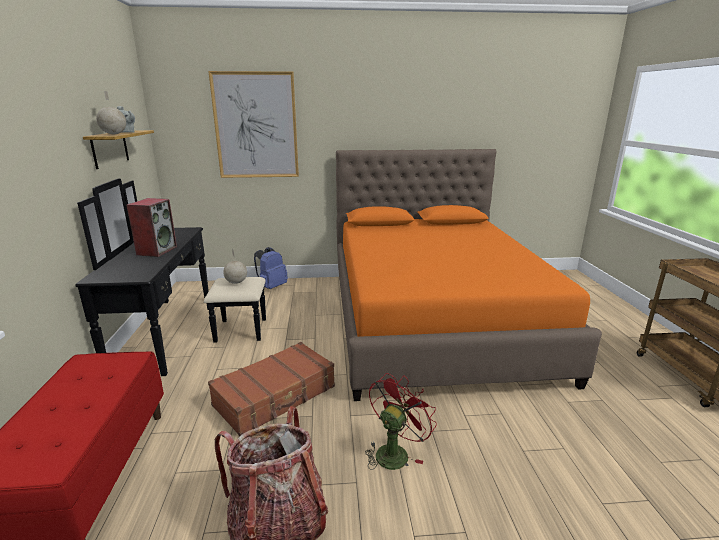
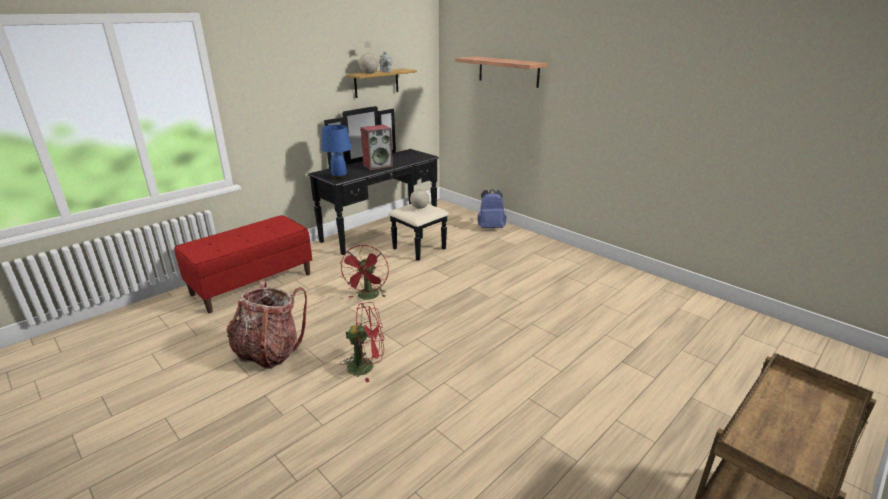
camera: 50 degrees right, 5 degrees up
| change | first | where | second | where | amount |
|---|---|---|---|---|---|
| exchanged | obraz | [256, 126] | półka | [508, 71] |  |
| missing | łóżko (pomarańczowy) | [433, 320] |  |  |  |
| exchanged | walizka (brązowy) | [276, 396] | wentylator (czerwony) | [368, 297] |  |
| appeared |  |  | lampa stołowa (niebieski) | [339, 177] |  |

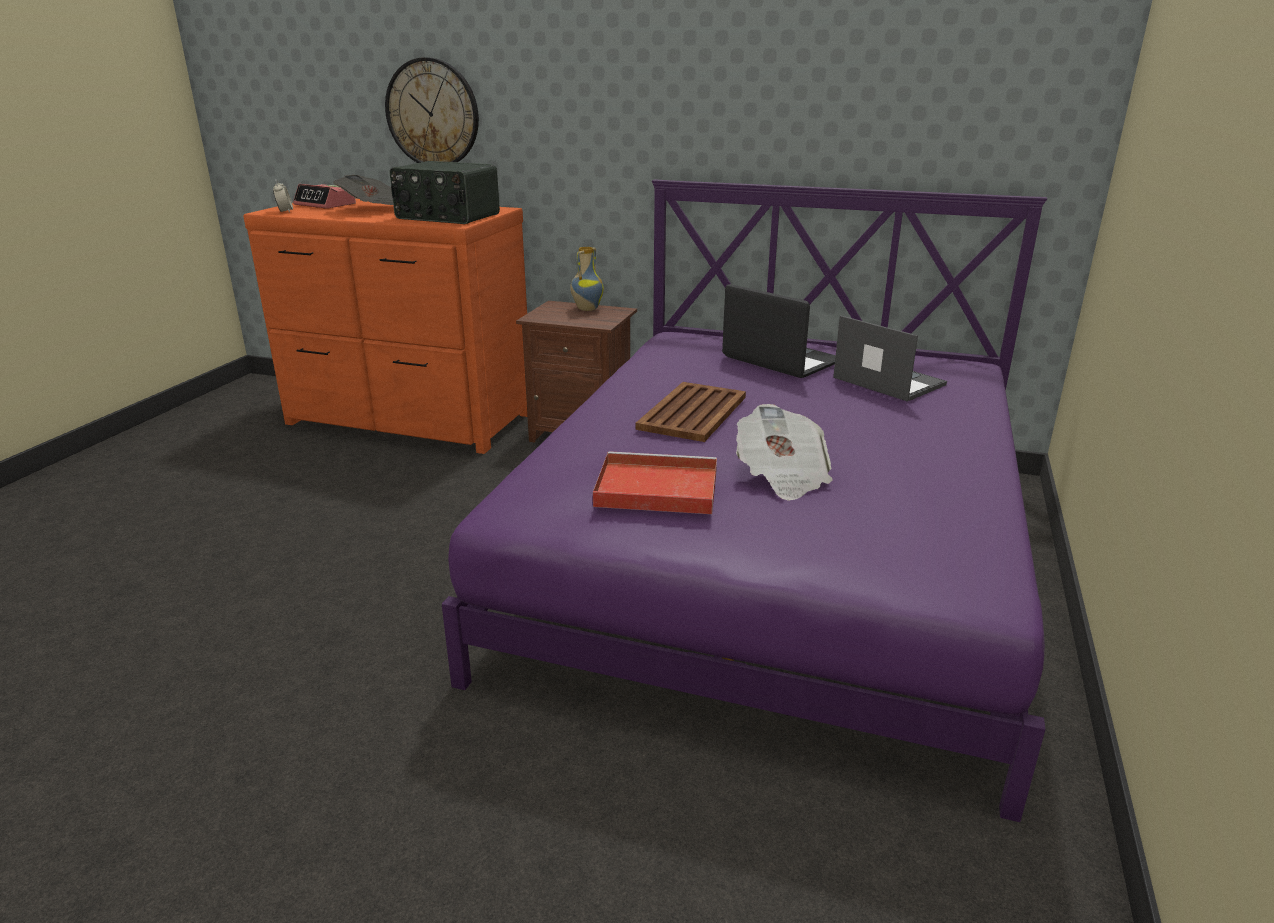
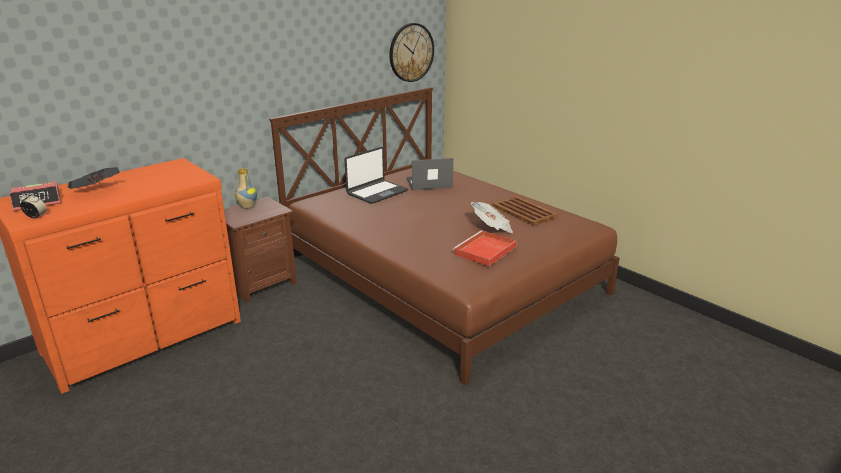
camera: 60 degrees left, 0 degrees up
| change | first | where | second | where | amount |
|---|---|---|---|---|---|
| relocated | zegar ścienny | [432, 113] |  | [411, 52] |  |
| missing | radio | [447, 217] |  |  |  |
| colour | łóżko (fioletowy) | [772, 557] | łóżko (brązowy) | [442, 278] |  |
| spun | laptop | [780, 360] |  | [376, 192] | 150 degrees clockwise |
| relocated | taca (brązowy) | [693, 412] |  | [524, 211] |  |

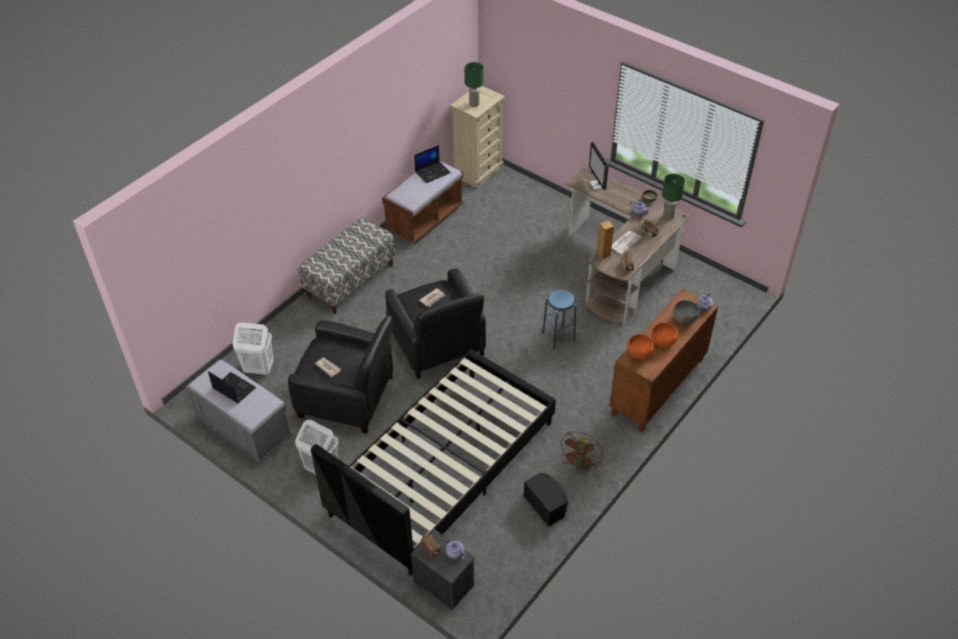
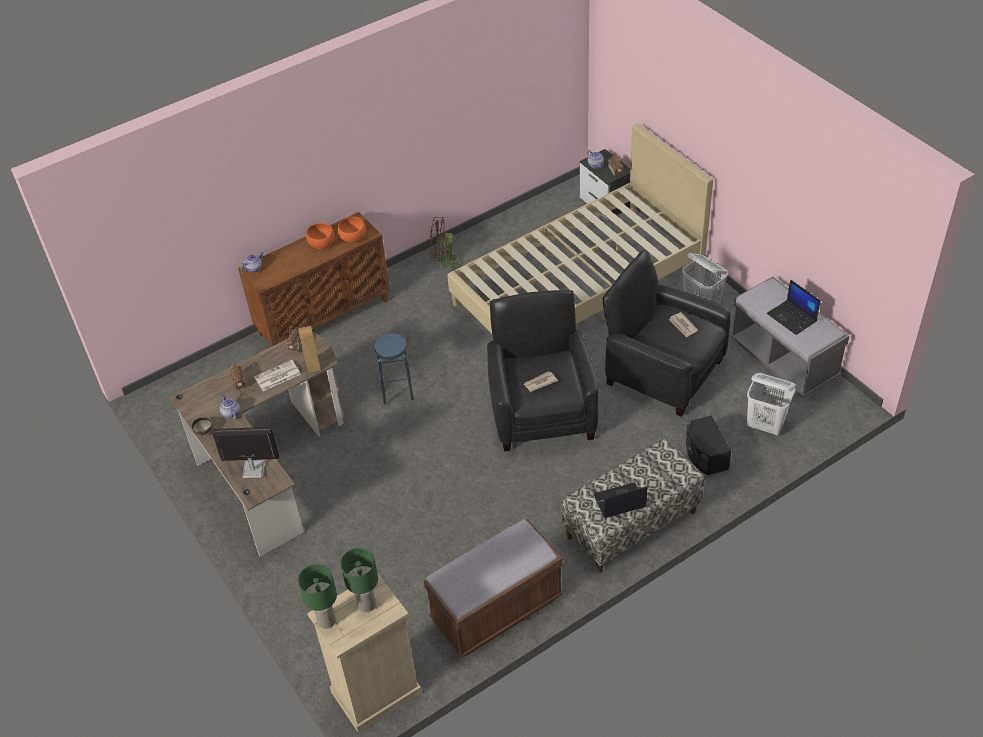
camera: 160 degrees left, 0 degrees up
| change | first | where | second | where | amount |
|---|---|---|---|---|---|
| spun | monitor | [598, 185] |  | [253, 470] | 90 degrees counterclockwise |
| relocated | laptop | [432, 172] |  | [619, 501] |  |
| relocated | lampa stołowa (zielony) | [668, 216] |  | [327, 621] |  |
| missing | miska (szary) | [684, 319] |  |  |  |
| colour | łóżko (czarny) | [443, 468] | łóżko (beżowy) | [578, 285] |  |
| spun | wentylator (brązowy) | [580, 467] |  | [445, 263] | 135 degrees counterclockwise |
| relocated | głośnik (czarny) | [546, 505] |  | [704, 455] |  |

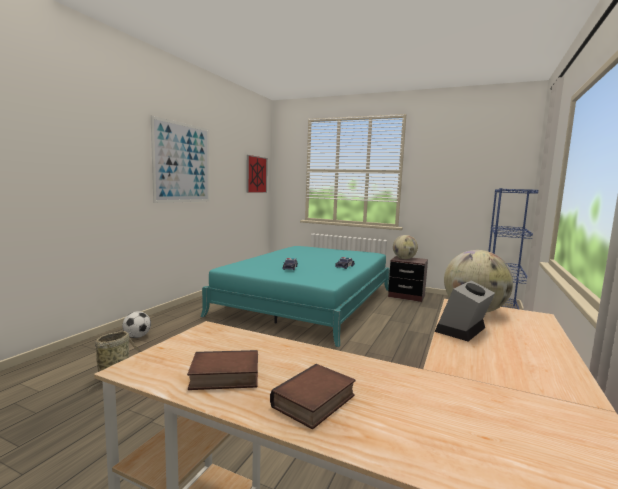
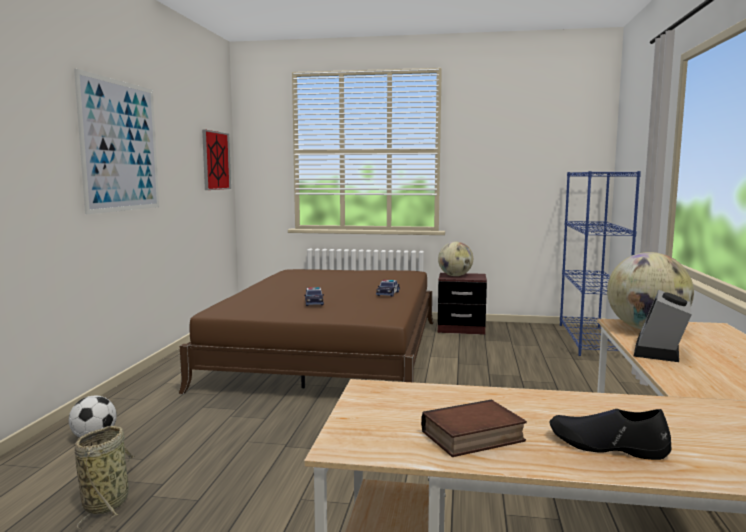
camera: 15 degrees left, 0 degrees up
| change | first | where | second | where | amount |
|---|---|---|---|---|---|
| colour | łóżko (turkusowy) | [308, 301] | łóżko (brązowy) | [330, 352] |  |
| exchanged | książka | [315, 402] | but (czarny) | [607, 445] |  |

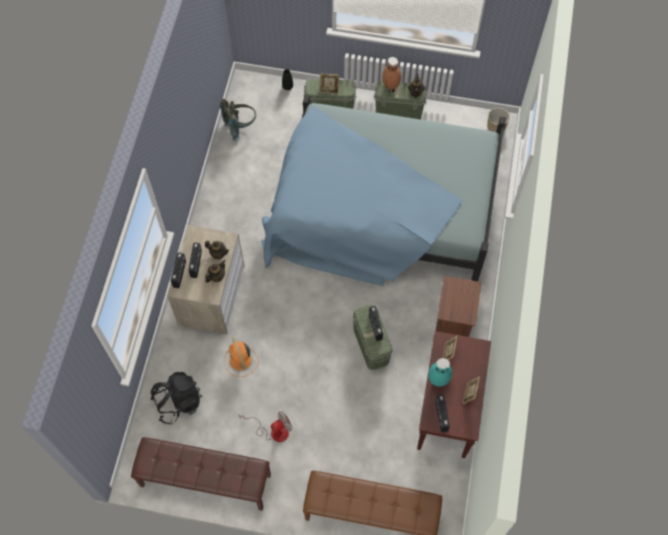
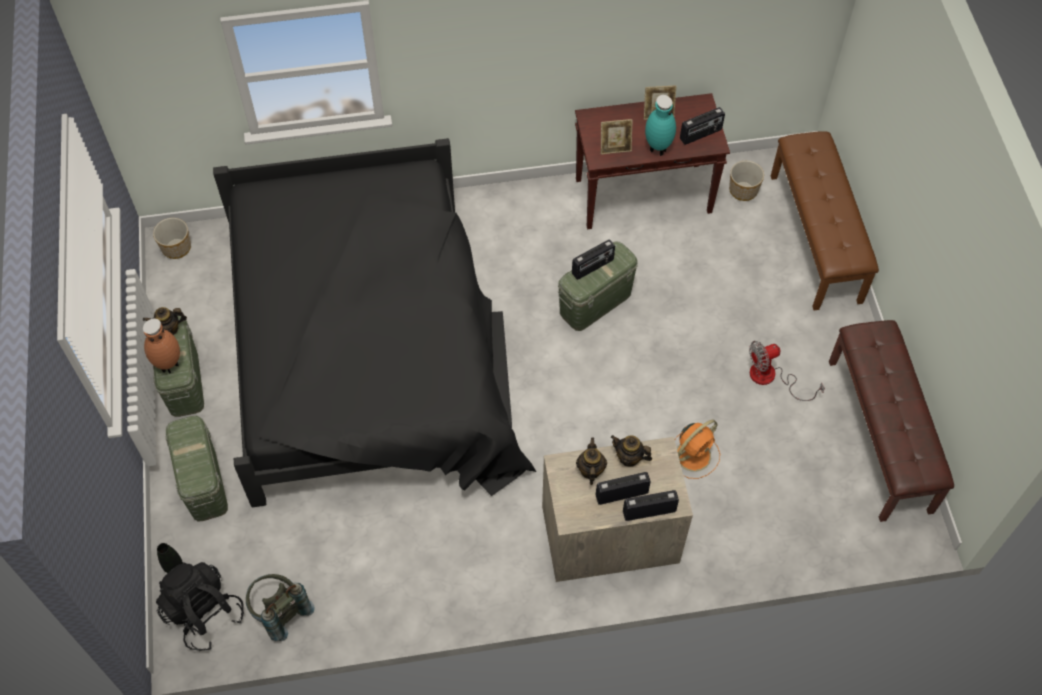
camera: 110 degrees left, 5 degrees down
| change | first | where | second | where | amount |
|---|---|---|---|---|---|
| missing | ramka na zdjęcie | [329, 90] |  |  |  |
| colour | łóżko (niebieski) | [380, 208] | łóżko (czarny) | [372, 354] |  |
| missing | szafka nocna (brązowy) | [453, 324] |  |  |  |
| relocated | plecak (czarny) | [178, 402] |  | [204, 613] |  |
| spun | wentylator | [273, 431] |  | [771, 378] | 60 degrees counterclockwise |
| appeared |  |  | donica | [742, 190] |  |

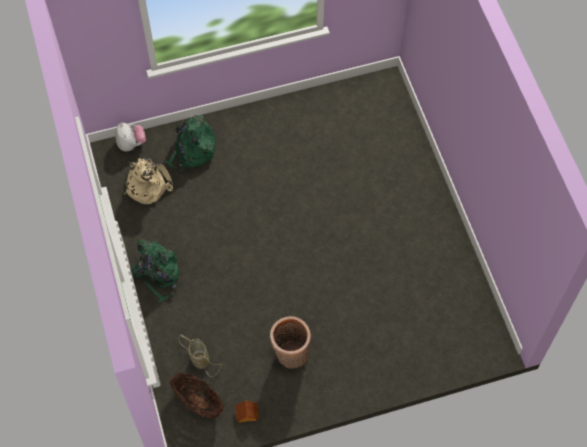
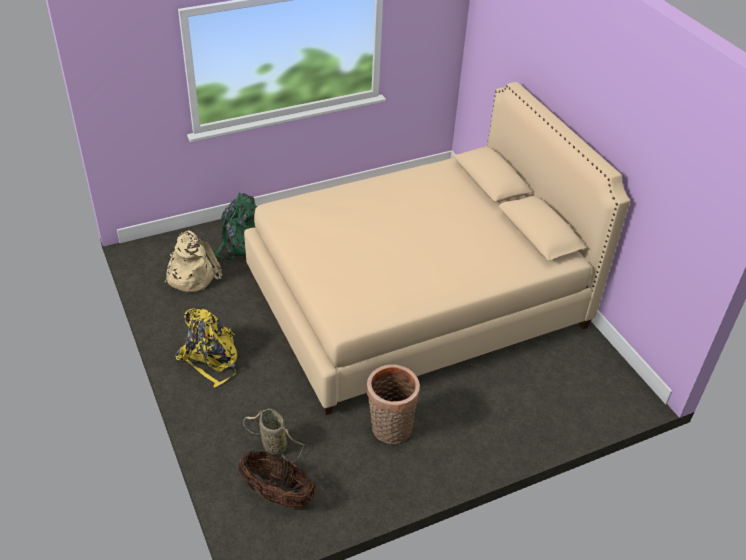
camera: 10 degrees left, 20 degrees down
| change | first | where | second | where | amount |
|---|---|---|---|---|---|
| missing | pluszak | [131, 144] |  |  |  |
| colour | plecak (zielony) | [158, 274] | plecak (żółty) | [211, 359] |  |
| missing | domek | [247, 414] |  |  |  |
| appeared |  |  | łóżko (beżowy) | [416, 300] |  |

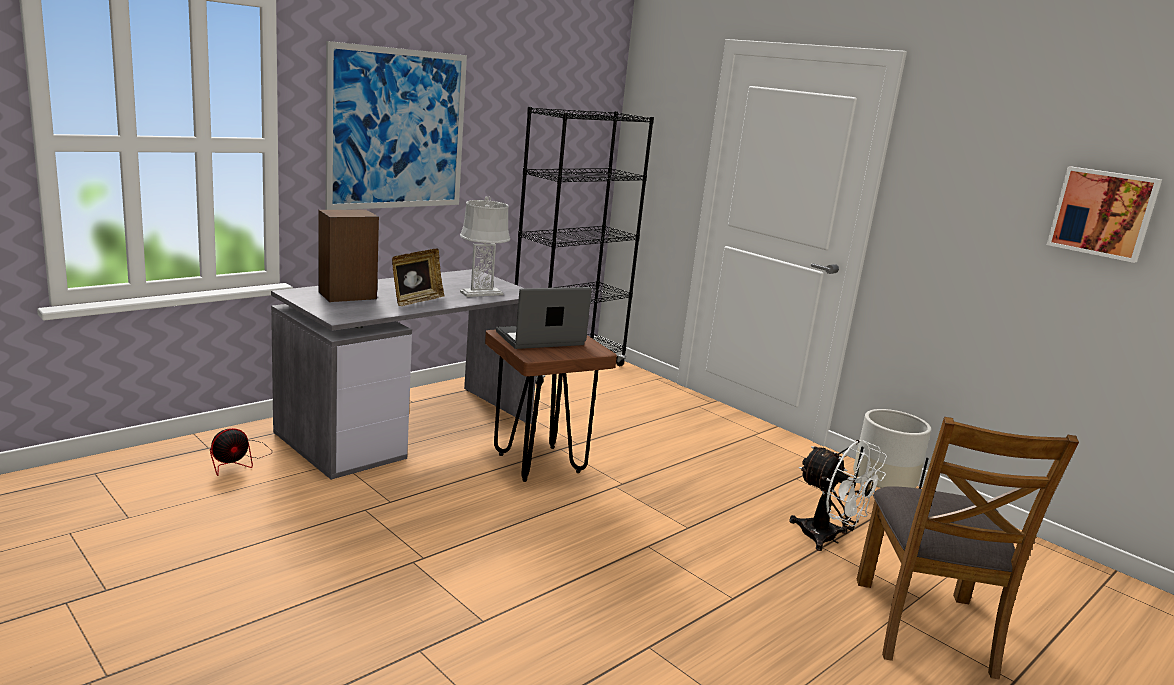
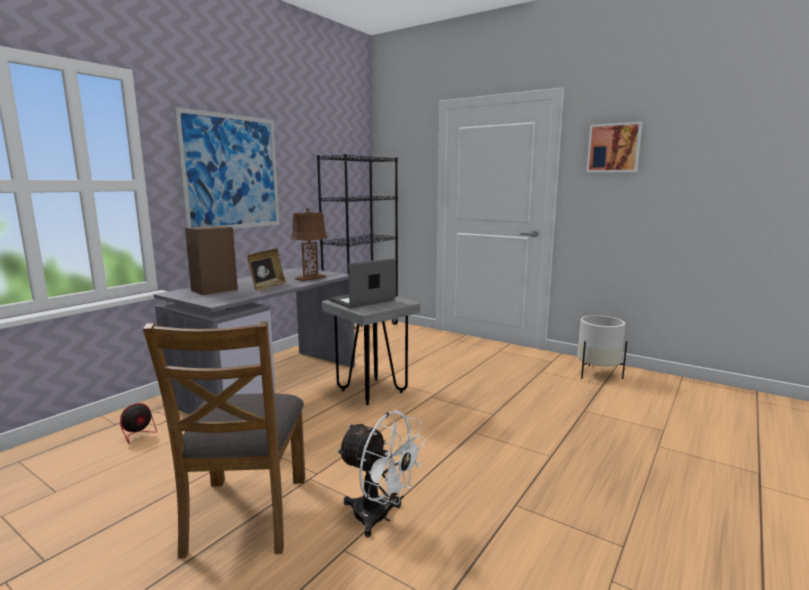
camera: 10 degrees left, 5 degrees down
| change | first | where | second | where | amount |
|---|---|---|---|---|---|
| relocated | obraz | [1103, 213] |  | [614, 148] |  |
| colour | lampa stołowa (szary) | [481, 293] | lampa stołowa (brązowy) | [310, 278] |  |
| colour | stołek (brązowy) | [538, 463] | stołek (szary) | [372, 391] |  |
| relocated | krzesło (brązowy) | [925, 627] |  | [246, 514] |  |
| relocated | wentylator (biały) | [827, 539] |  | [380, 517] |  |

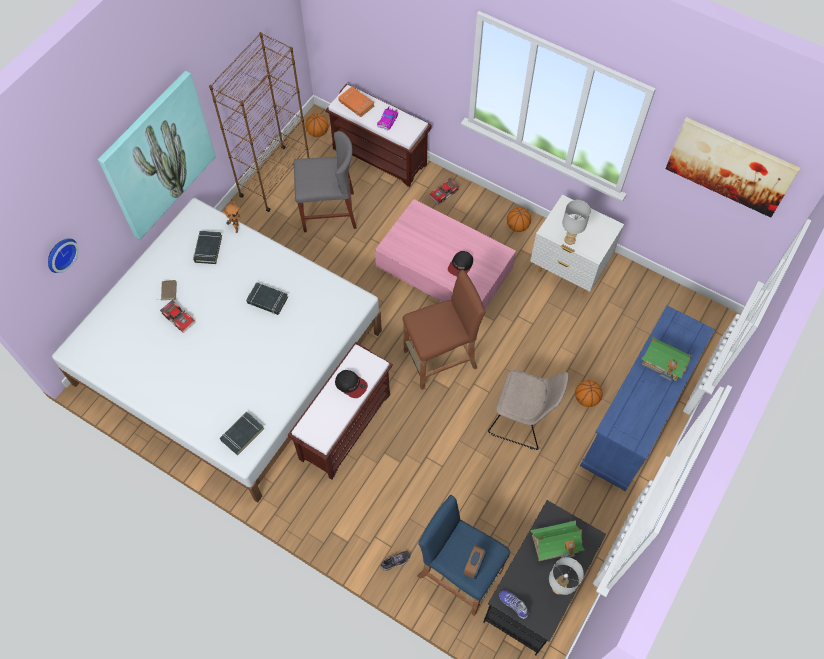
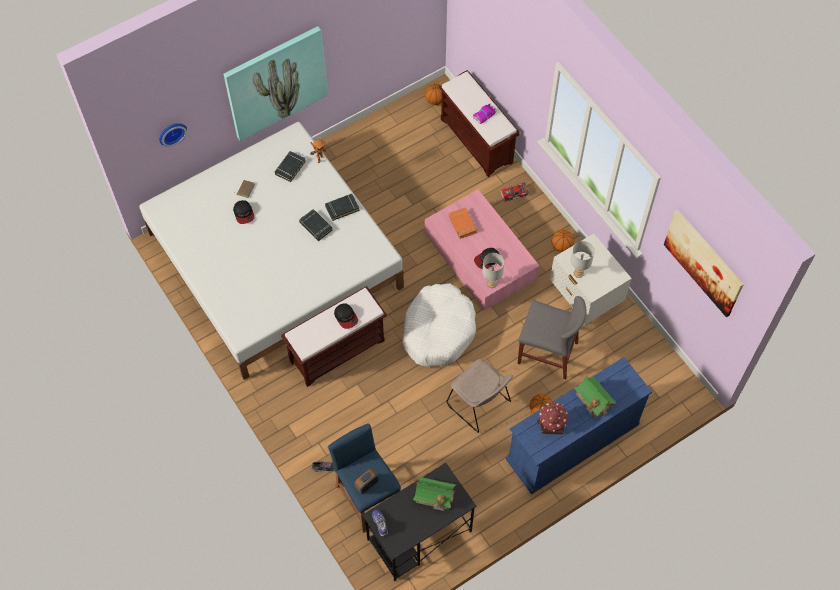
camera: 25 degrees right, 0 degrees up
| change | first | where | second | where | amount |
|---|---|---|---|---|---|
| missing | regał (brązowy) | [275, 179] |  |  |  |
| relocated | książka (pomarańczowy) | [356, 104] |  | [462, 224] |  |
| relocated | krzesło (szary) | [328, 212] |  | [547, 353] |  |
| exchanged | stołek (brązowy) | [440, 360] | legowisko (biały) | [438, 330] |  |
| exchanged | samochodzik | [179, 318] | czapka z daszkiem | [244, 213] |  |
| relocated | książka (czarny) | [242, 434] |  | [342, 208] |  |
| relocated | lampa stołowa (szary) | [559, 588] |  | [491, 284] |  |
| appeared |  |  | domek | [552, 423] |  |

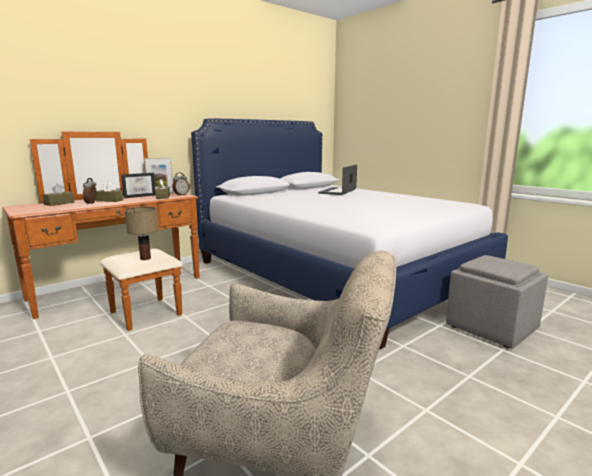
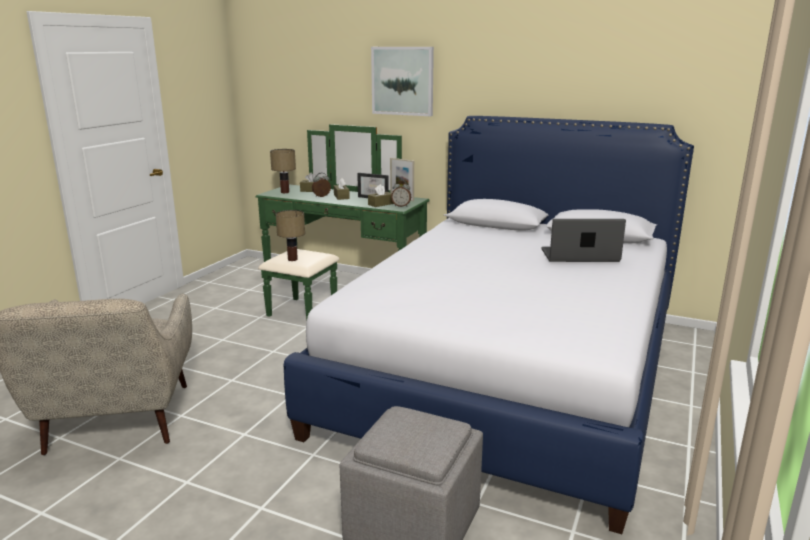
camera: 65 degrees right, 5 degrees up
| change | first | where | second | where | amount |
|---|---|---|---|---|---|
| colour | komoda (brązowy) | [124, 293] | komoda (zielony) | [336, 289] |  |
| appeared |  |  | obraz | [402, 81] |  |
| appeared |  |  | lampa stołowa | [284, 192] |  |

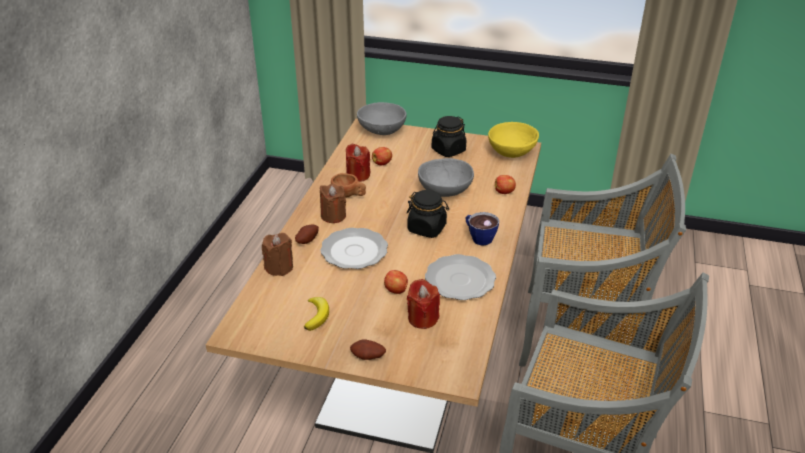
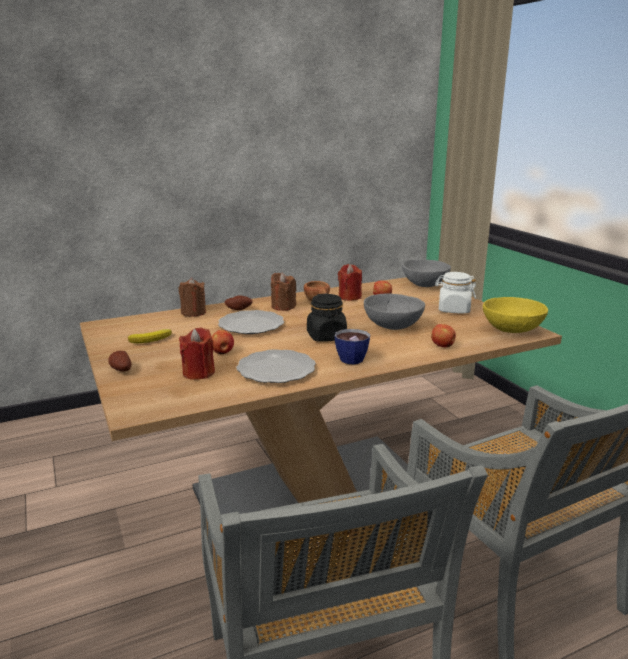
camera: 50 degrees right, 15 degrees down
| change | first | where | second | where | amount |
|---|---|---|---|---|---|
| colour | słoik (czarny) | [448, 150] | słoik (biały) | [453, 310] |  |

